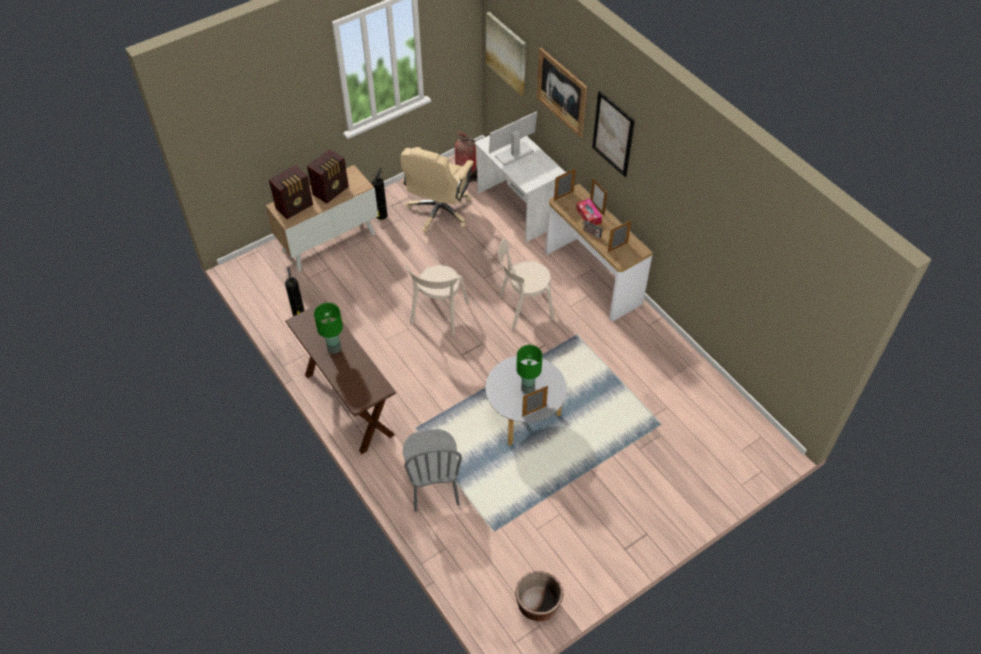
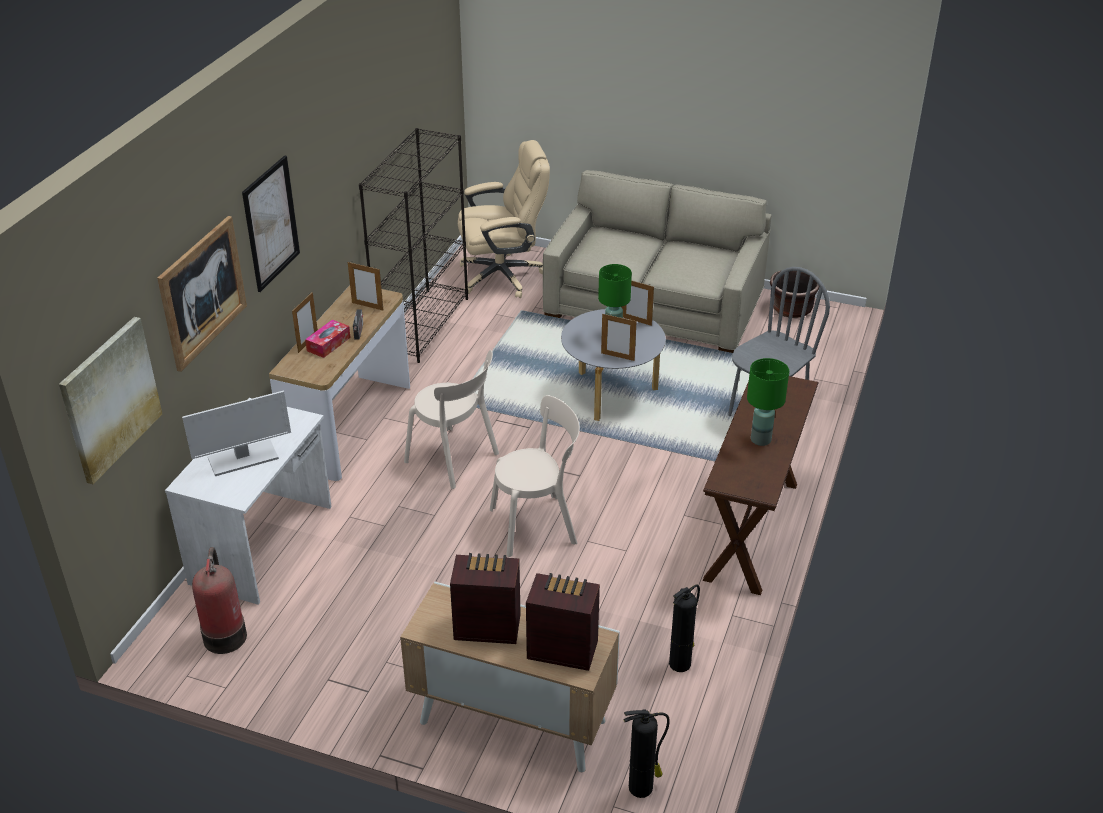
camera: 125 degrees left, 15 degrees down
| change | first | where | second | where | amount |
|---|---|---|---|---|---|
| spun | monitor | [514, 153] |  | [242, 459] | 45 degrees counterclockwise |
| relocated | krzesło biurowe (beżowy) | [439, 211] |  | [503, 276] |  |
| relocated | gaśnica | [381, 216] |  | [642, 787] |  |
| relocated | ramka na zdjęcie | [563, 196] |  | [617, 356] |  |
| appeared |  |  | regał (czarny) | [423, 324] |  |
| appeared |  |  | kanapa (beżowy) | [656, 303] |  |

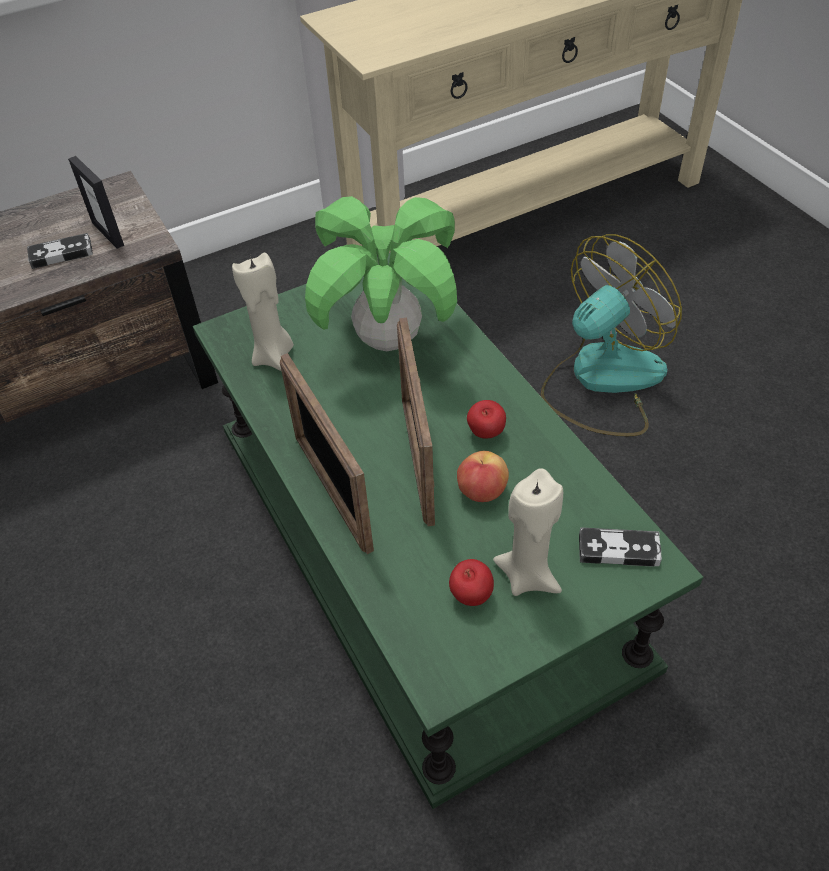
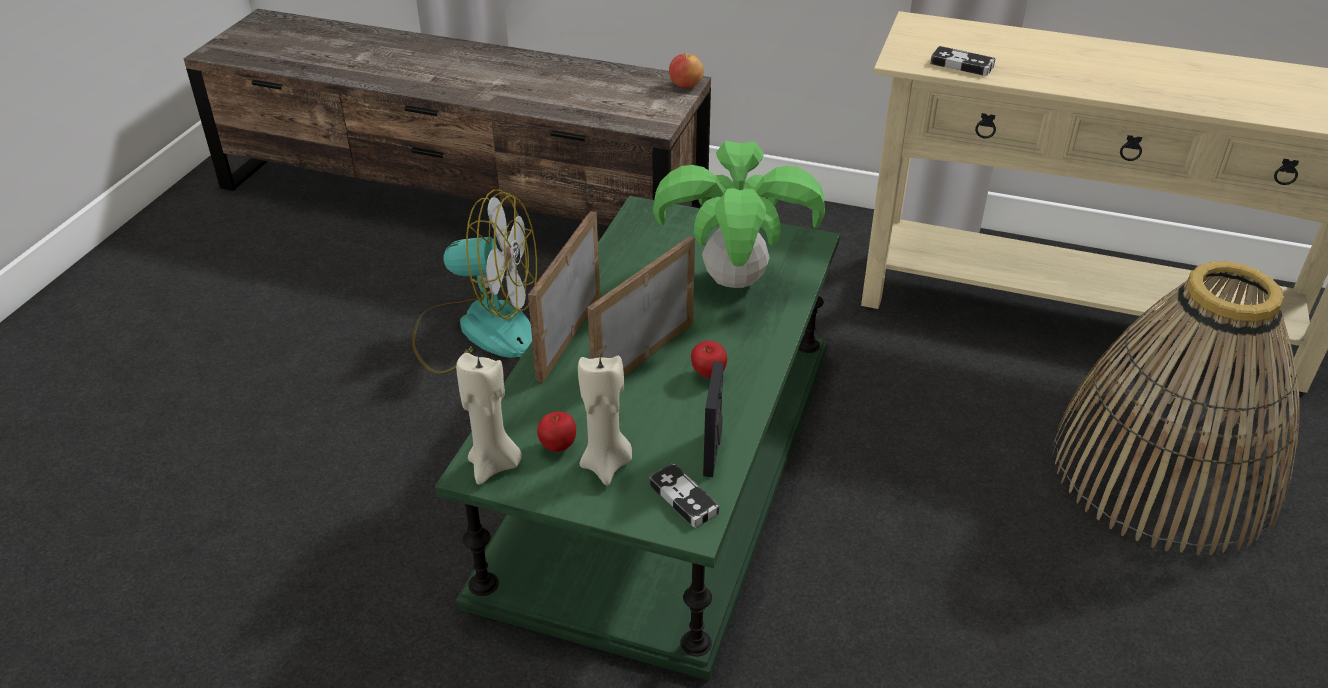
camera: 45 degrees right, 10 degrees down
| change | first | where | second | where | amount |
|---|---|---|---|---|---|
| relocated | ramka na zdjęcie | [108, 234] |  | [712, 452] |  |
| relocated | pad do gier | [61, 254] |  | [962, 65] |  |
| relocated | wentylator | [601, 381] |  | [478, 329] |  |
| relocated | świeca (beżowy) | [274, 356] |  | [494, 465] |  |
| relocated | jabłko | [482, 491] |  | [685, 85] |  |
| appeared |  |  | koszyk | [1164, 471] |  |

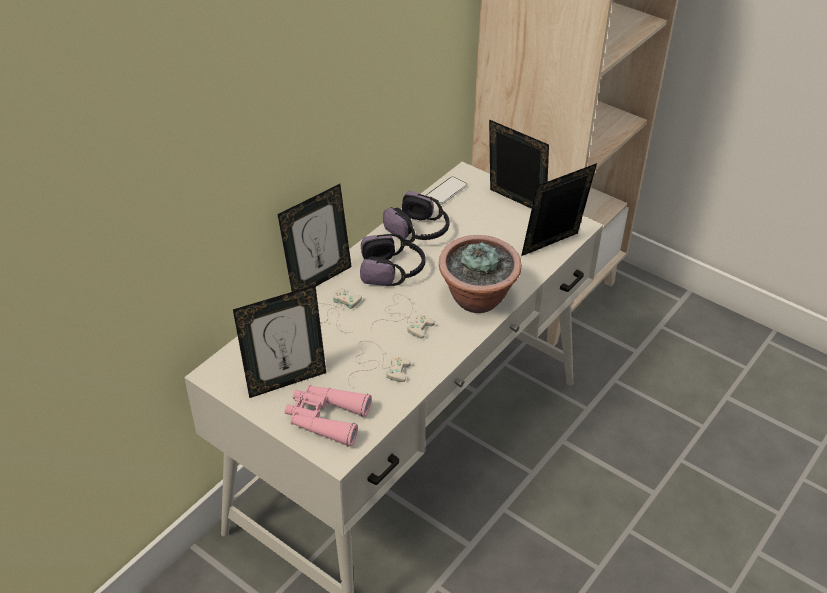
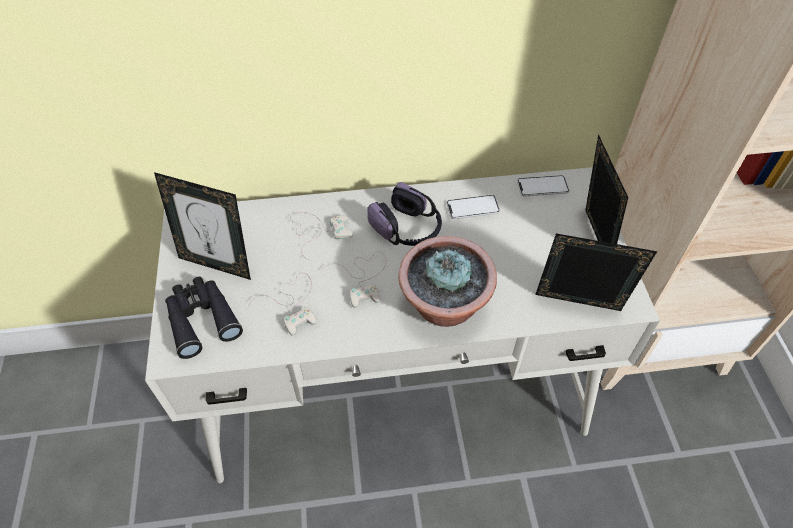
camera: 45 degrees right, 10 degrees up
| change | first | where | second | where | amount |
|---|---|---|---|---|---|
| missing | ramka na zdjęcie | [319, 279] |  |  |  |
| exchanged | słuchawki | [419, 231] | telefon | [472, 208] |  |
| colour | lornetka (różowy) | [326, 419] | lornetka (czarny) | [201, 319] |  |

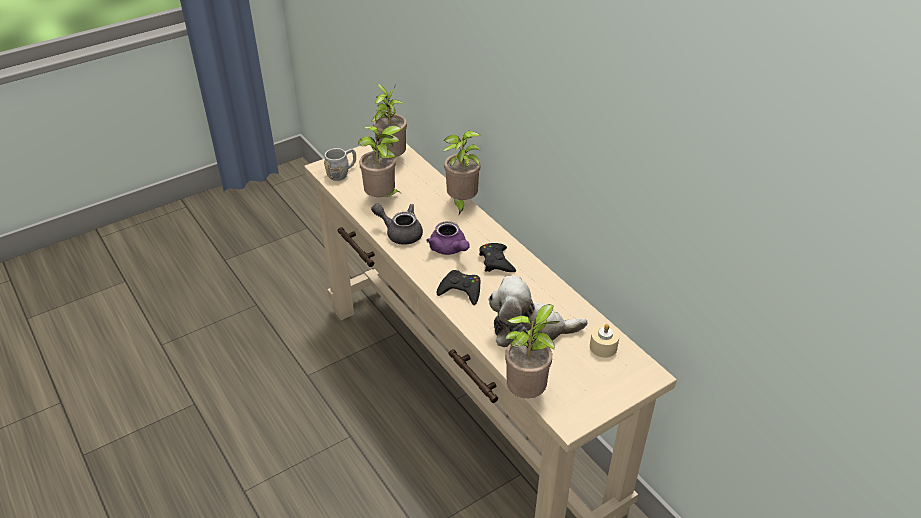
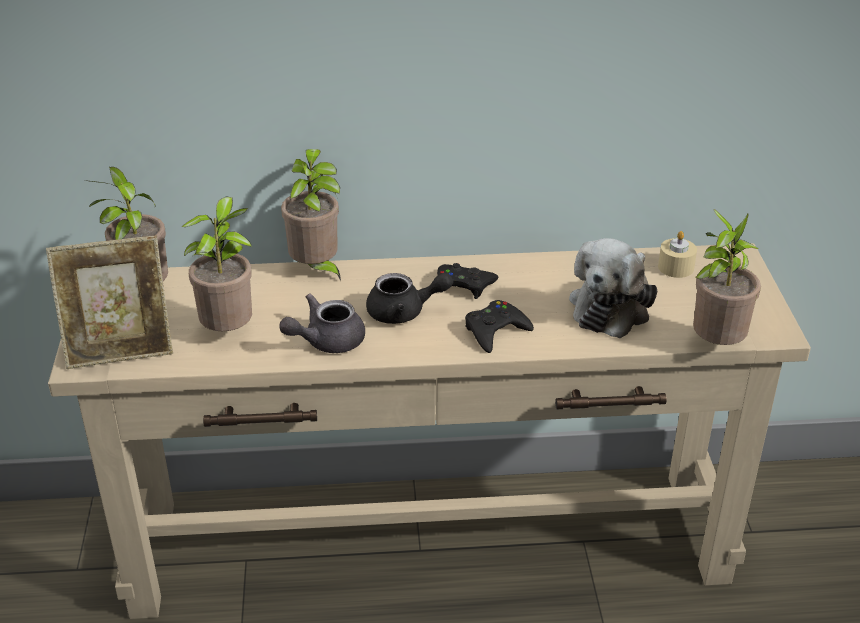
camera: 60 degrees left, 5 degrees down
| change | first | where | second | where | amount |
|---|---|---|---|---|---|
| exchanged | kubek (szary) | [342, 173] | ramka na zdjęcie | [120, 350] |  |
| colour | imbryk (fioletowy) | [449, 249] | imbryk (czarny) | [404, 312] |  |

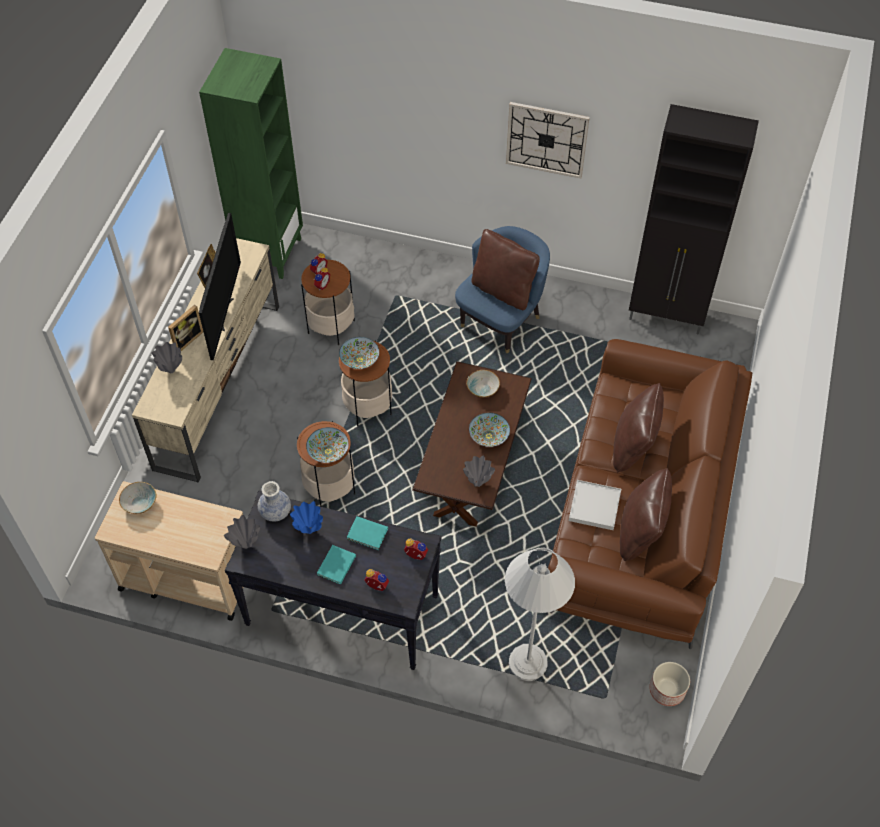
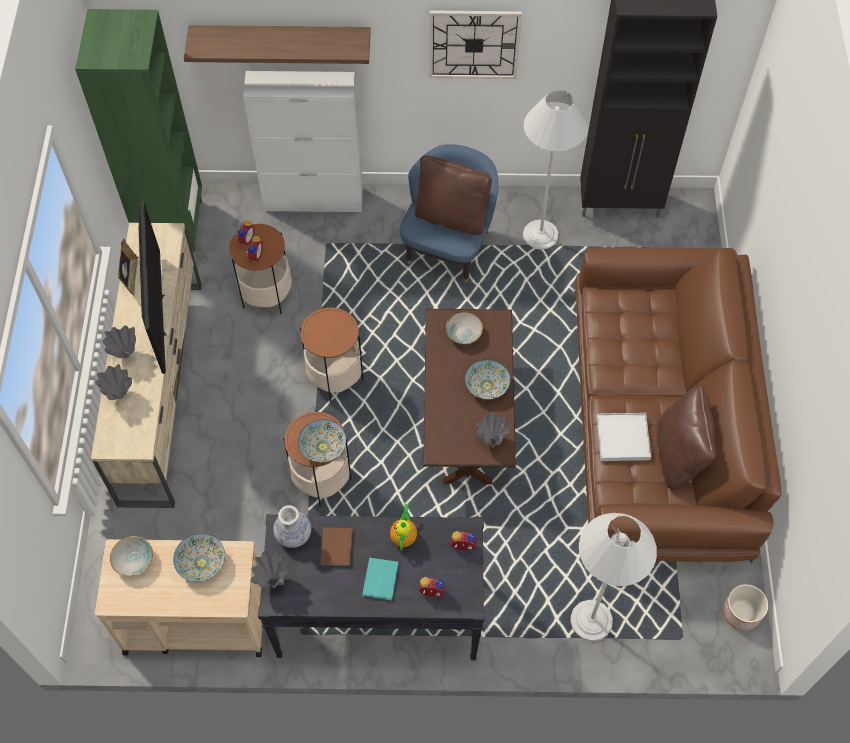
camera: 15 degrees left, 5 degrees up
| change | first | where | second | where | amount |
|---|---|---|---|---|---|
| exchanged | ramka na zdjęcie | [186, 339] | wazon (szary) | [125, 355] |  |
| relocated | miska | [359, 360] |  | [201, 563] |  |
| missing | poduszka (brązowy) | [633, 447] |  |  |  |
| exchanged | wazon (niebieski) | [309, 530] | książka (brązowy) | [337, 546] |  |
| exchanged | książka (turkusowy) | [368, 534] | imbryk | [404, 535] |  |
| appeared |  |  | półka | [281, 39] |  |
| appeared |  |  | szafka (biały) | [314, 199] |  |
| appeared |  |  | lampa stojąca (biały) | [540, 235] |  |

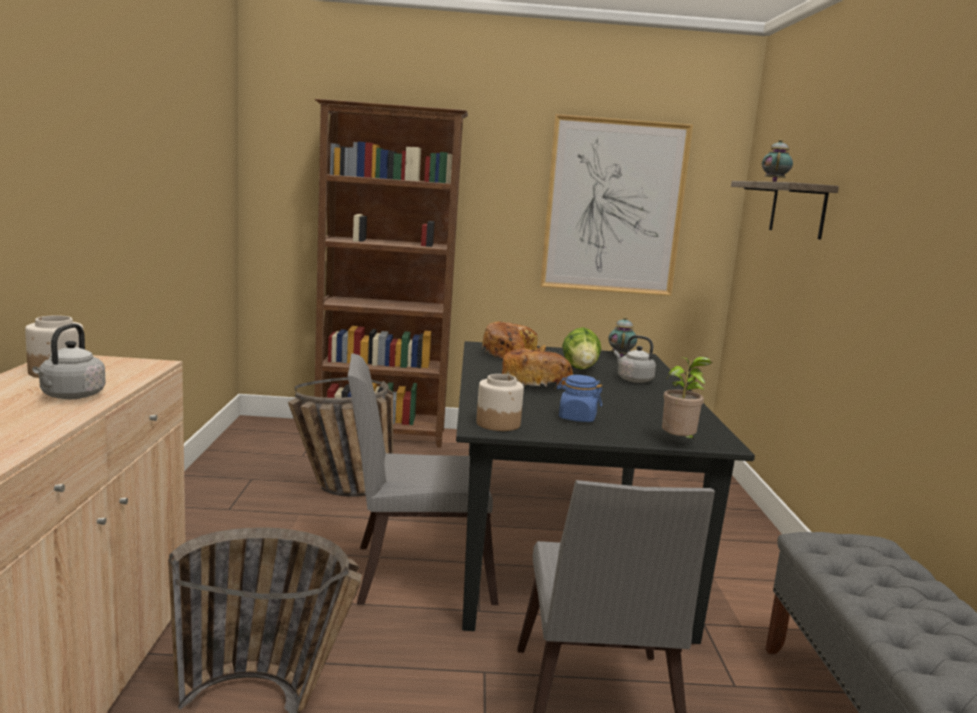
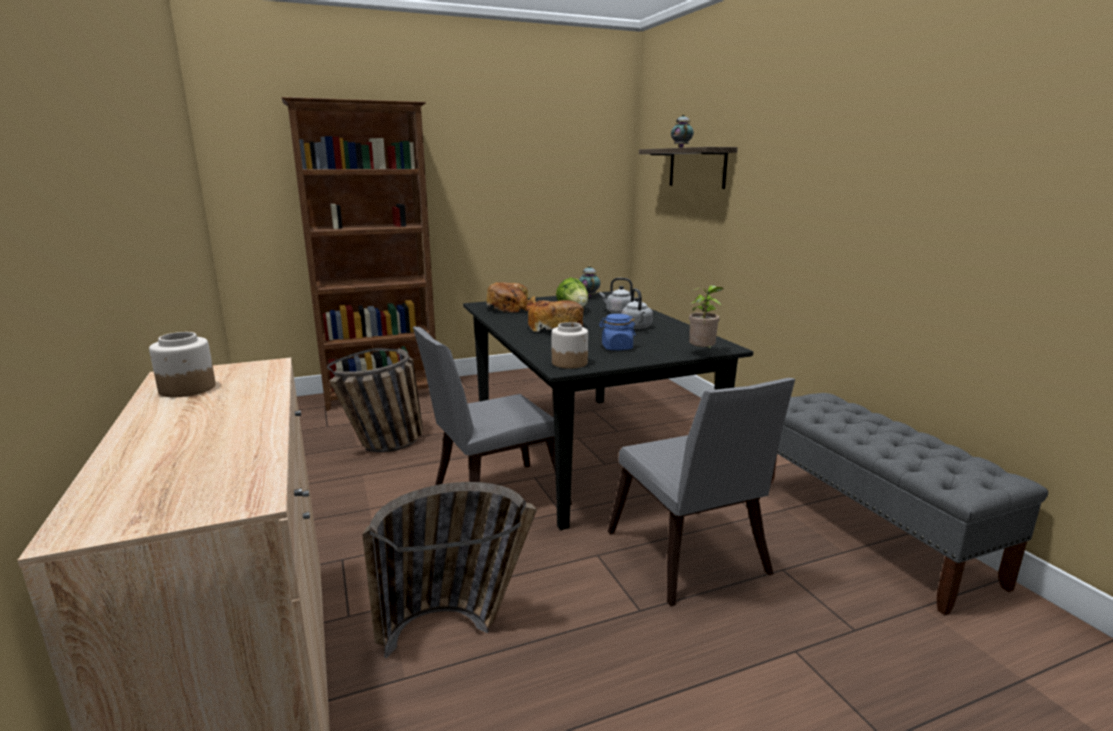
camera: 20 degrees left, 5 degrees up
| change | first | where | second | where | amount |
|---|---|---|---|---|---|
| missing | obraz | [614, 207] |  |  |  |
| relocated | czajnik (szary) | [71, 396] |  | [637, 327] |  |

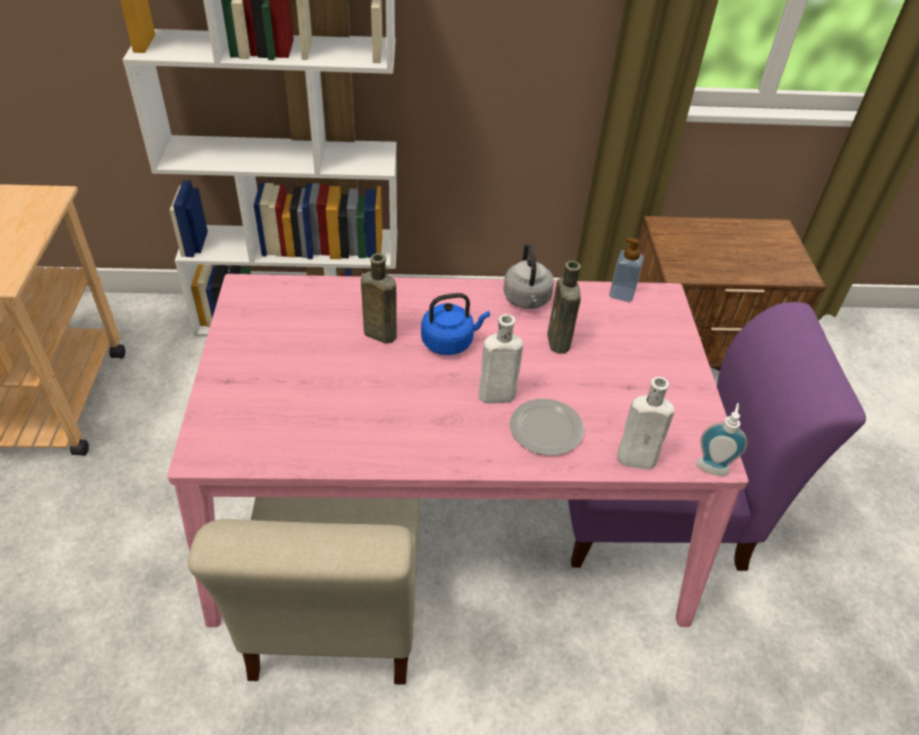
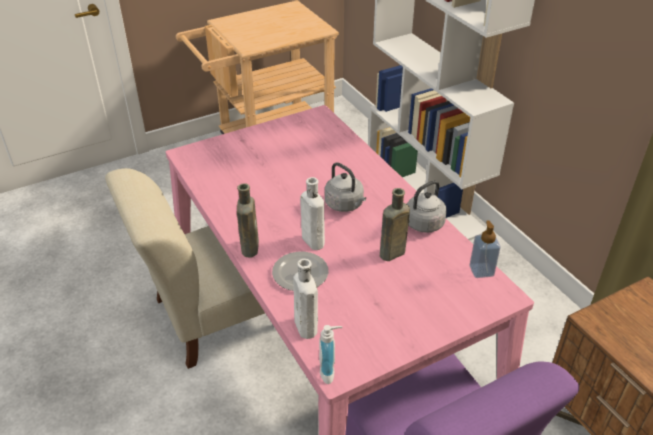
camera: 65 degrees right, 5 degrees down
| change | first | where | second | where | amount |
|---|---|---|---|---|---|
| relocated | butelka (brązowy) | [377, 333] |  | [250, 246] |  |
| colour | czajnik (niebieski) | [450, 342] | czajnik (szary) | [345, 205] |  |

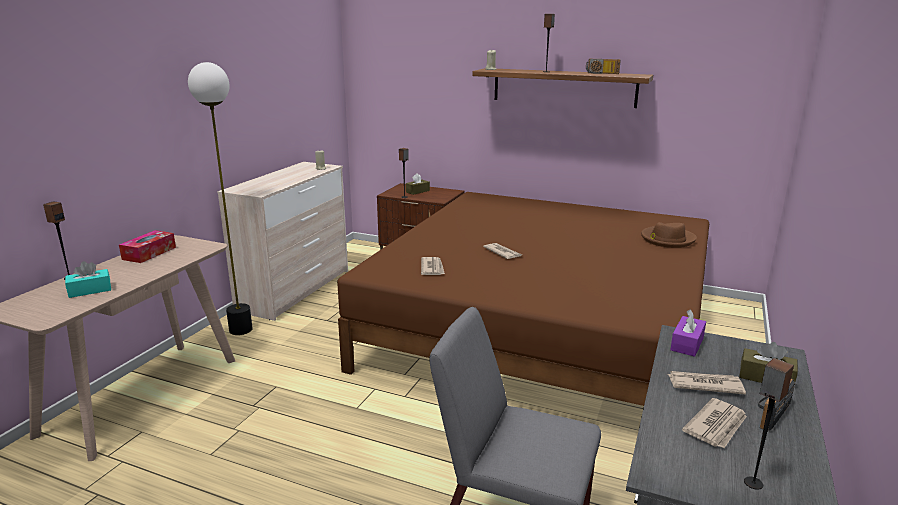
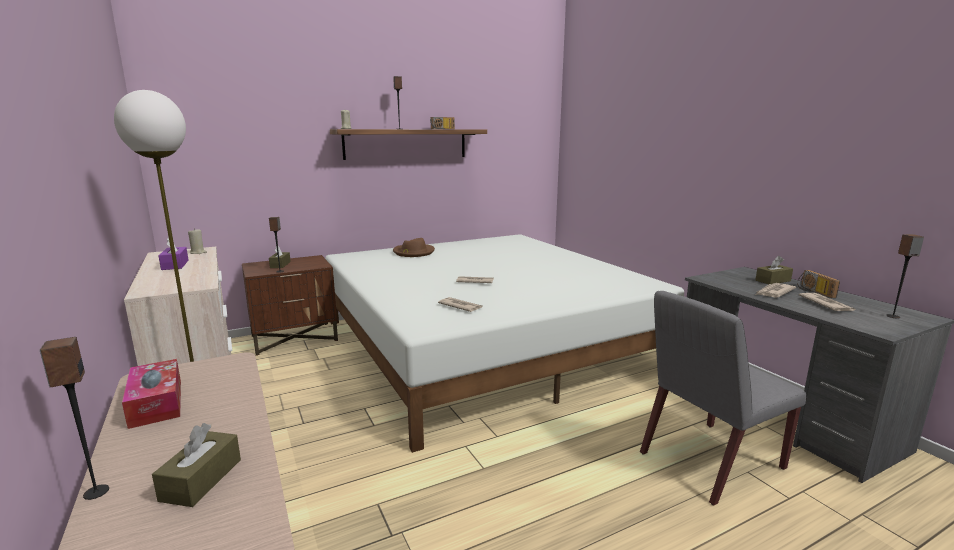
camera: 50 degrees left, 5 degrees down
| change | first | where | second | where | amount |
|---|---|---|---|---|---|
| colour | łóżko (brązowy) | [542, 328] | łóżko (biały) | [484, 345] |  |
| relocated | kapelusz (brązowy) | [667, 239] |  | [413, 252] |  |
| colour | pudełko chusteczek (turkusowy) | [90, 290] | pudełko chusteczek (brązowy) | [201, 480] |  |
| relocated | pudełko chusteczek (fioletowy) | [687, 344] |  | [175, 265] |  |

